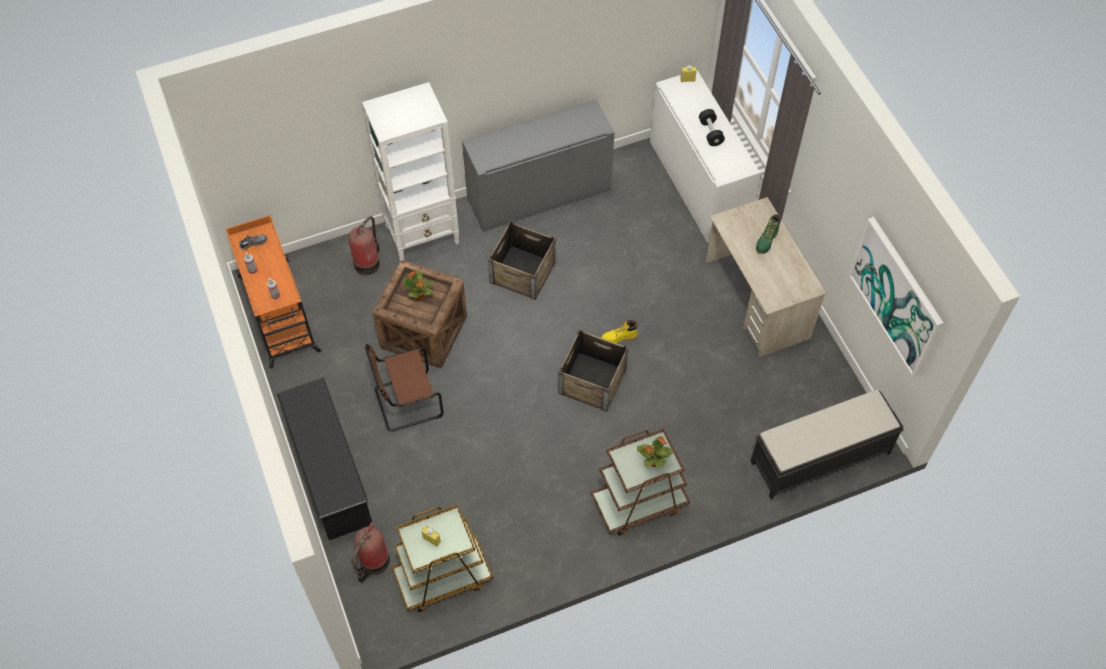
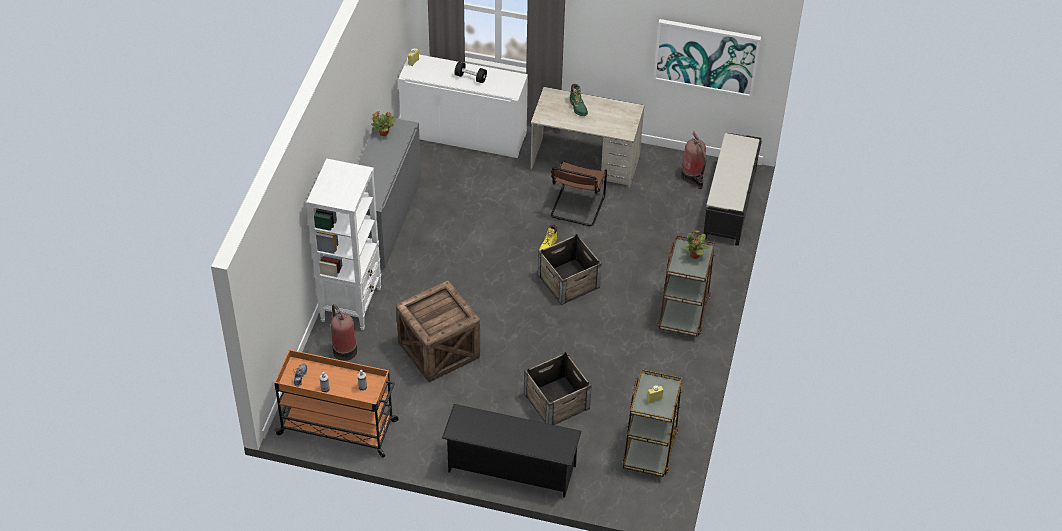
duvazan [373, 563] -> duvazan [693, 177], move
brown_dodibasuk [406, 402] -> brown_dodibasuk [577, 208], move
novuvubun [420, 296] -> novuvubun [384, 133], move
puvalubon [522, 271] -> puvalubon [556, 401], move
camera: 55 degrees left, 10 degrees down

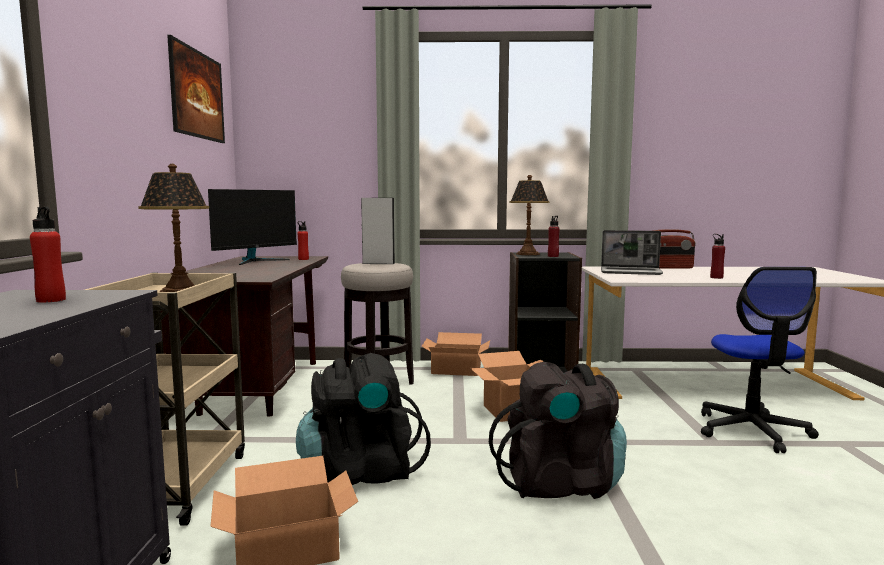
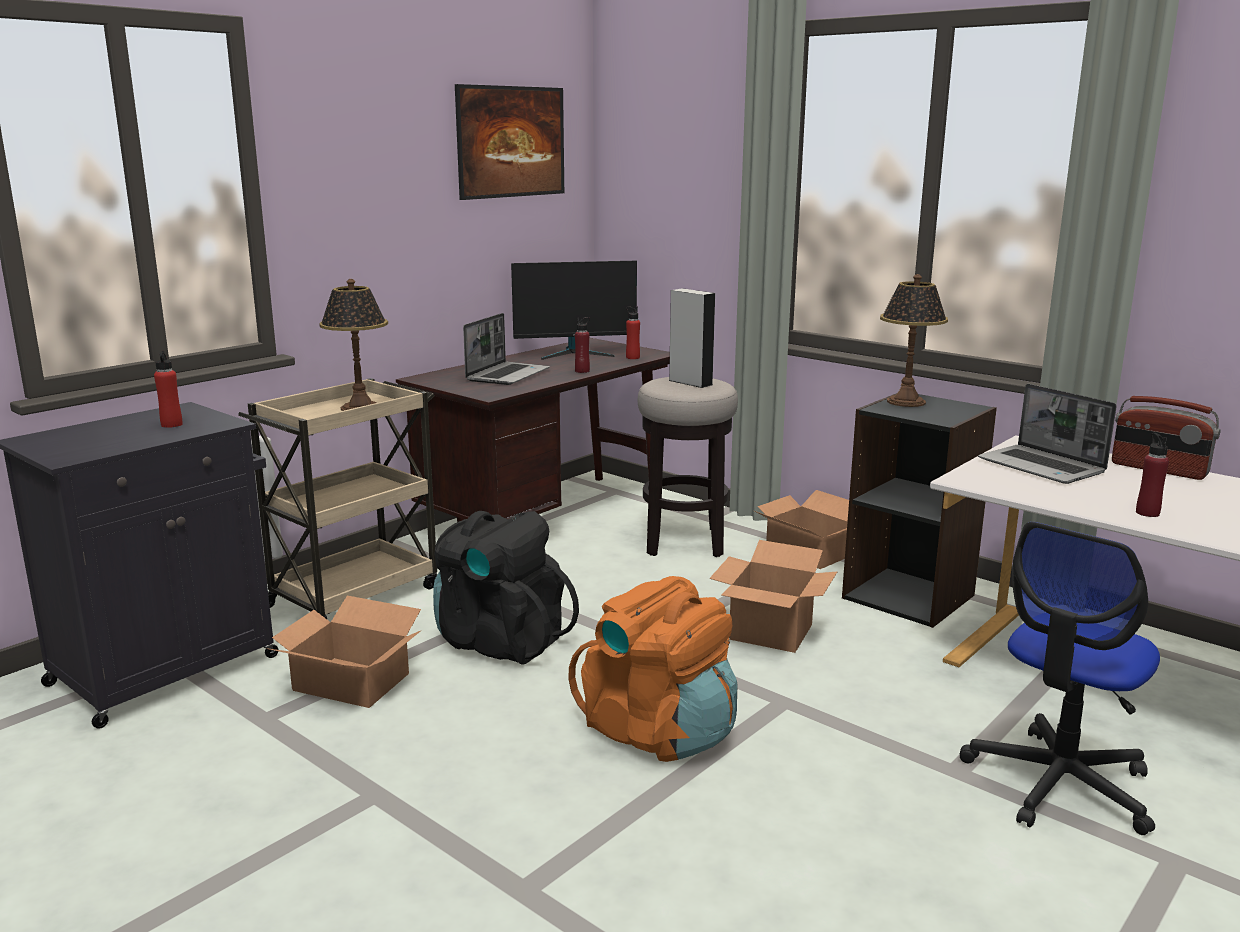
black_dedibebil [560, 483] -> orange_dedibebil [658, 731]
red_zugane [553, 256] -> red_zugane [582, 371], move
none -> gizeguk [507, 375]
camera: 40 degrees right, 10 degrees up

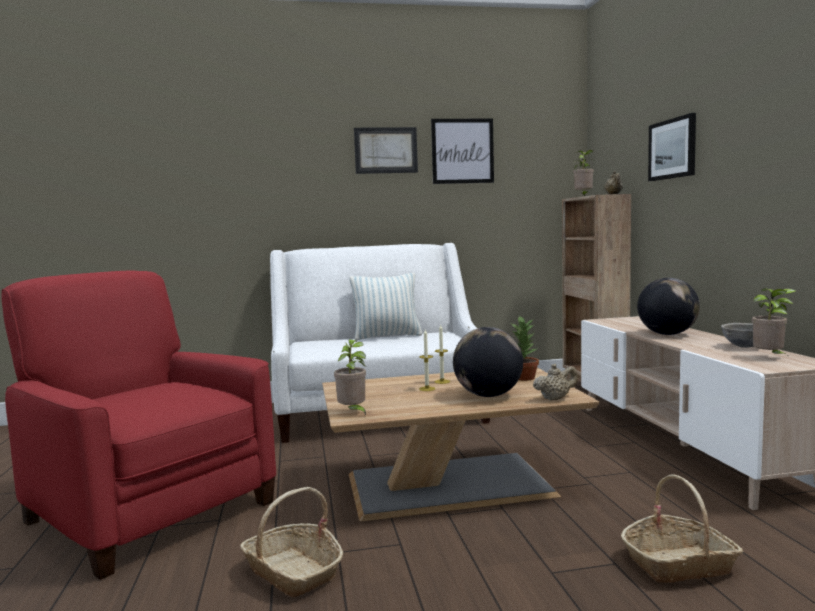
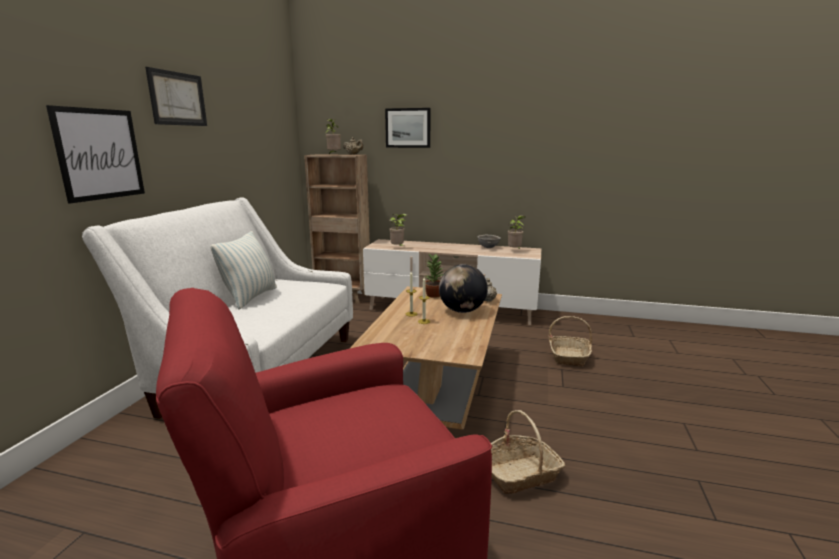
novuvubun [353, 412] -> novuvubun [398, 248], move
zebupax [462, 151] -> zebupax [100, 154], move
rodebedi [667, 334] -> none
camera: 65 degrees left, 10 degrees up

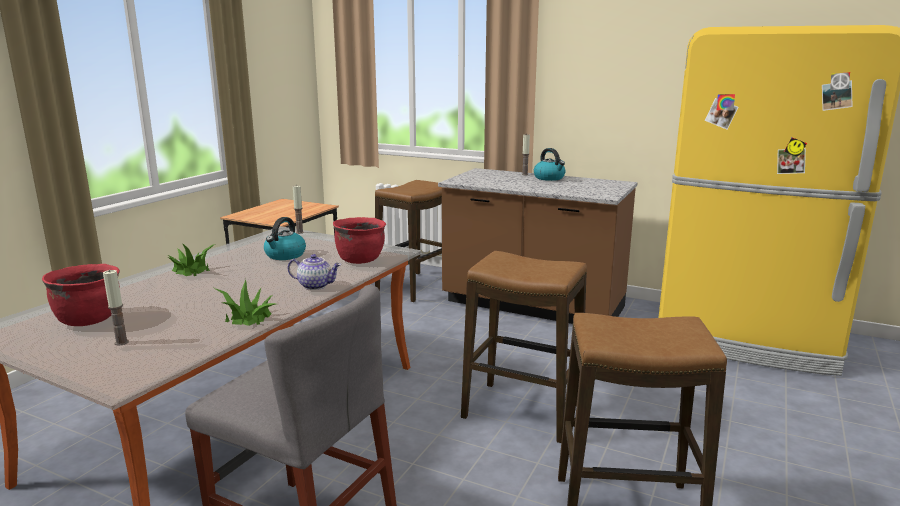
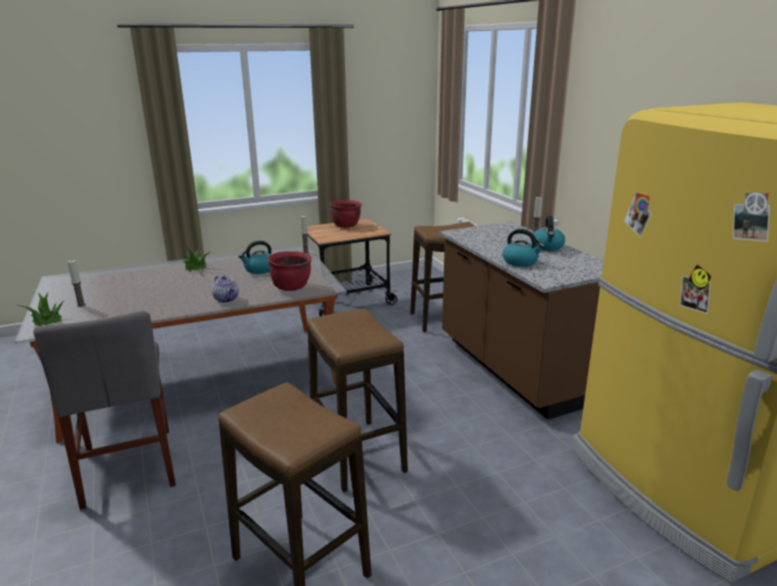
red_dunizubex [89, 319] -> red_dunizubex [346, 225], move
novuvubun [247, 317] -> novuvubun [47, 319], move
none -> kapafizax [521, 262]
camera: 40 degrees right, 5 degrees up

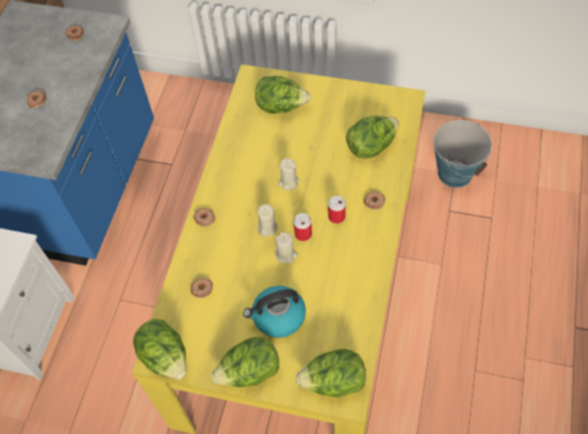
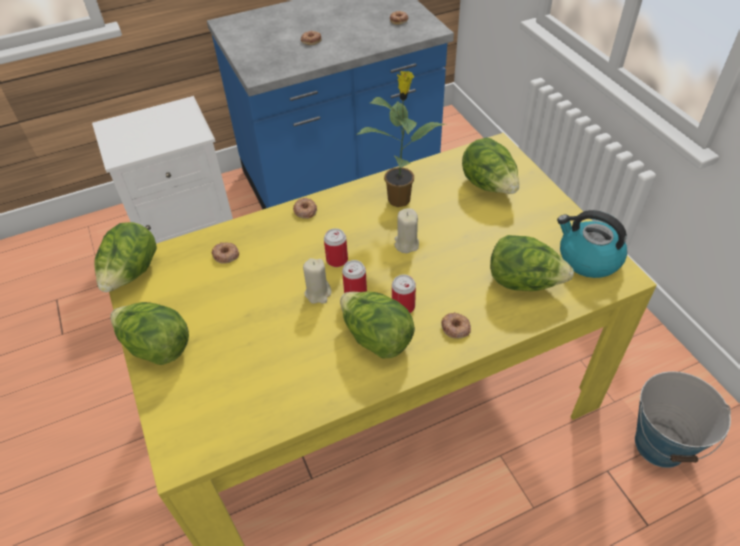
kapafizax [278, 317] -> kapafizax [588, 258], move
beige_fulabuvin [267, 227] -> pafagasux [337, 260]
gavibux [333, 382] -> gavibux [376, 338], move
none -> novuvubun [400, 198]
camera: 50 degrees right, 10 degrees down

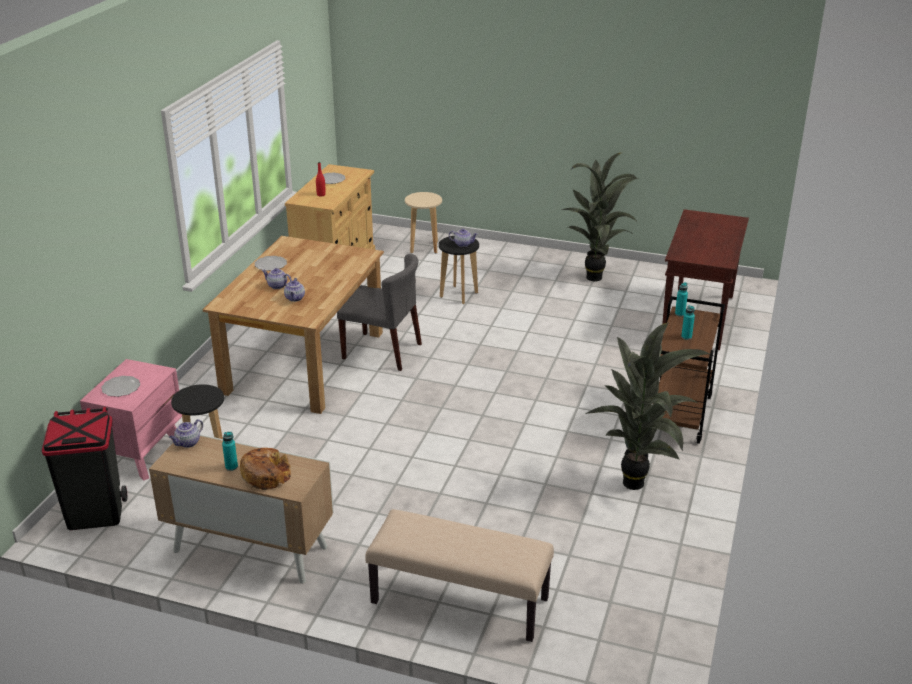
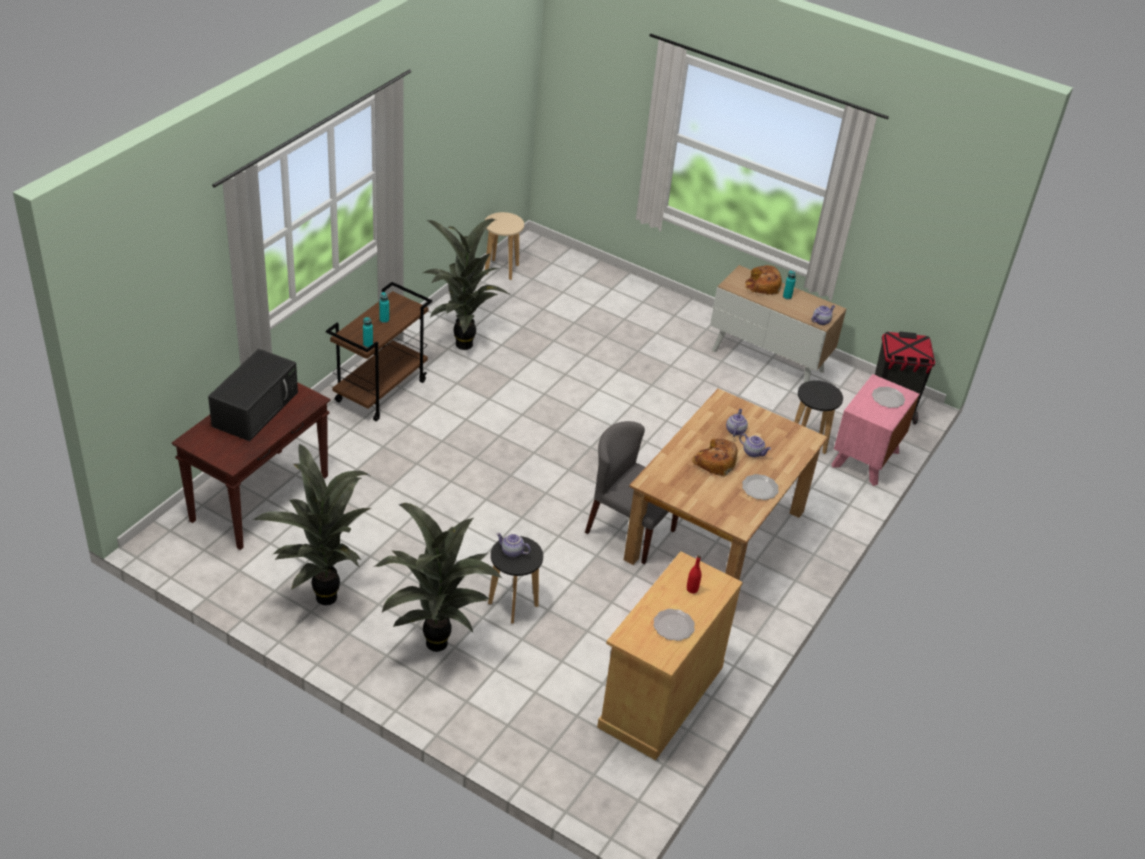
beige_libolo [458, 601] -> none
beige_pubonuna [424, 247] -> beige_pubonuna [501, 270], move
none -> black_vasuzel [256, 408]
none -> novuvubun [435, 647]
none -> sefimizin [714, 462]
camera: 170 degrees left, 10 degrees up

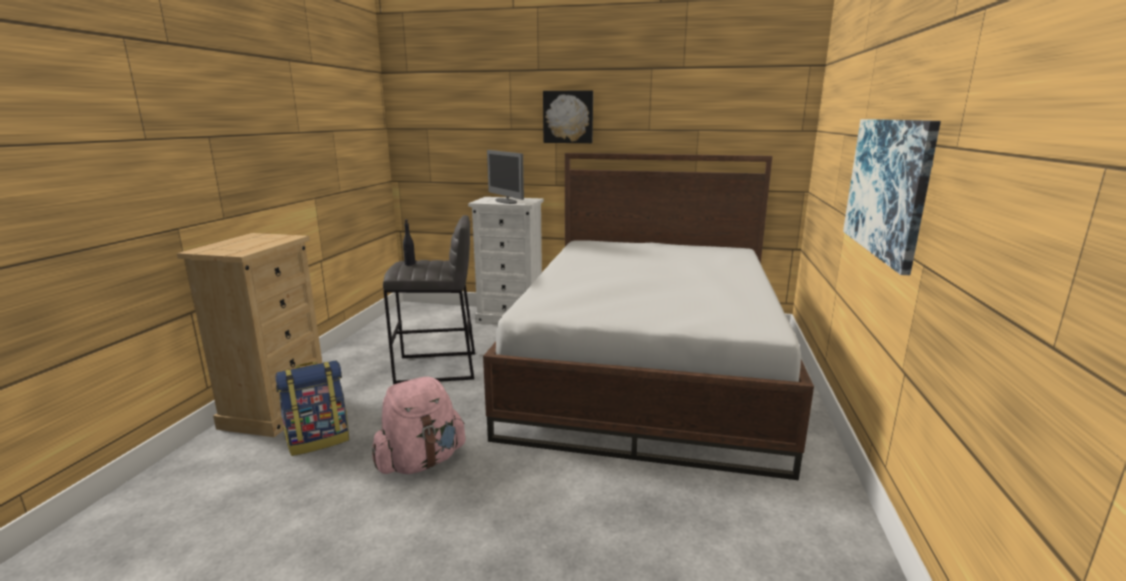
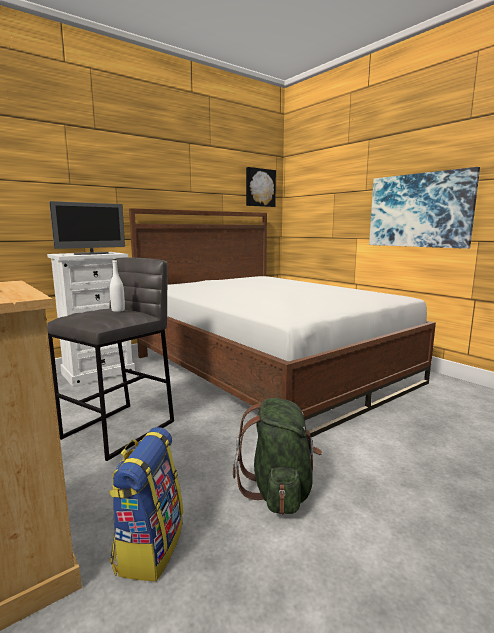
pink_dedibebil [421, 461] -> green_dedibebil [279, 491]
black_zugane [409, 264] -> none
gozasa [506, 201] -> gozasa [91, 254], 45 degrees counterclockwise
zebupax [568, 117] -> zebupax [260, 187], move
none -> white_zugane [118, 310]
camera: 50 degrees left, 5 degrees down

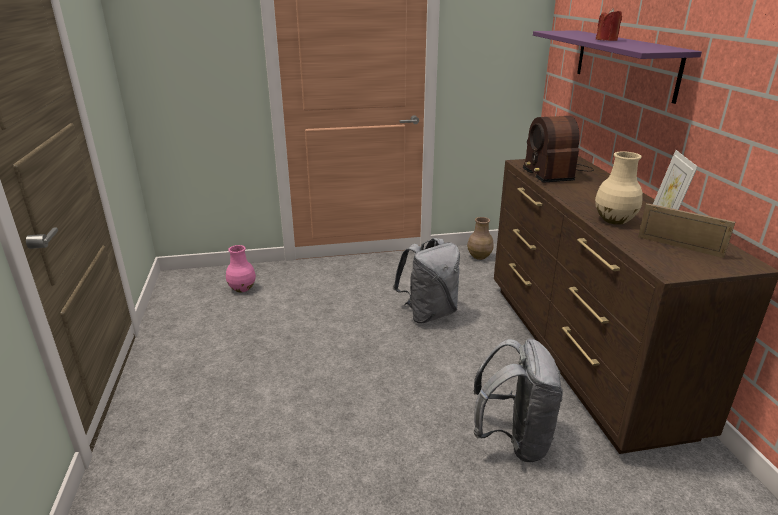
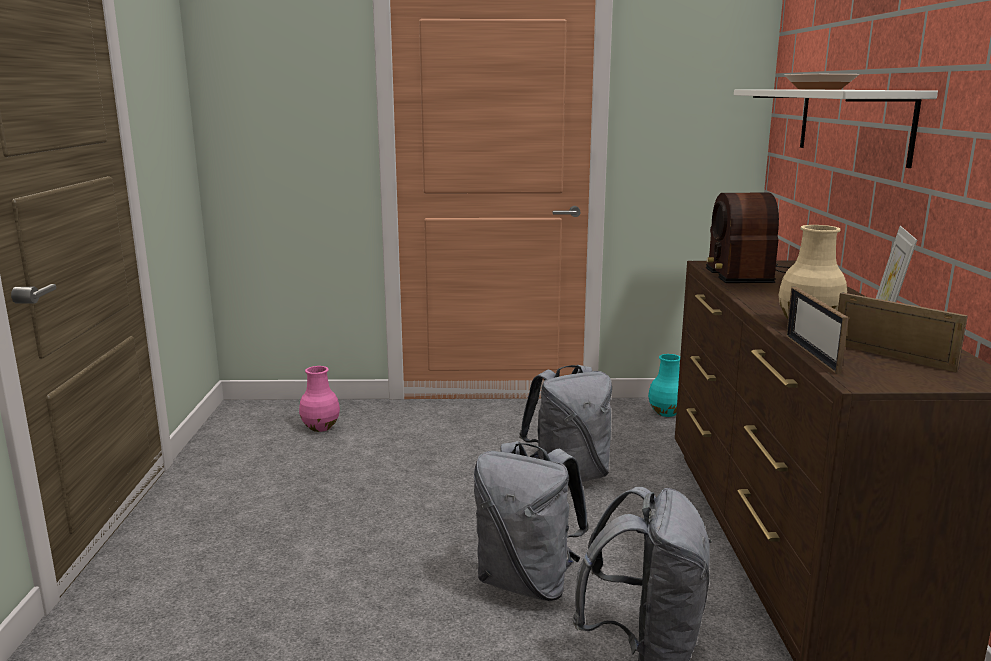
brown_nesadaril [479, 256] -> turquoise_nesadaril [667, 413]
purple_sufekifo [624, 63] -> white_sufekifo [852, 123]
red_fulabuvin [606, 40] -> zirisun [819, 89]
none -> grey_dedibebil [527, 582]
none -> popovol [811, 353]
camera: 10 degrees right, 10 degrees down

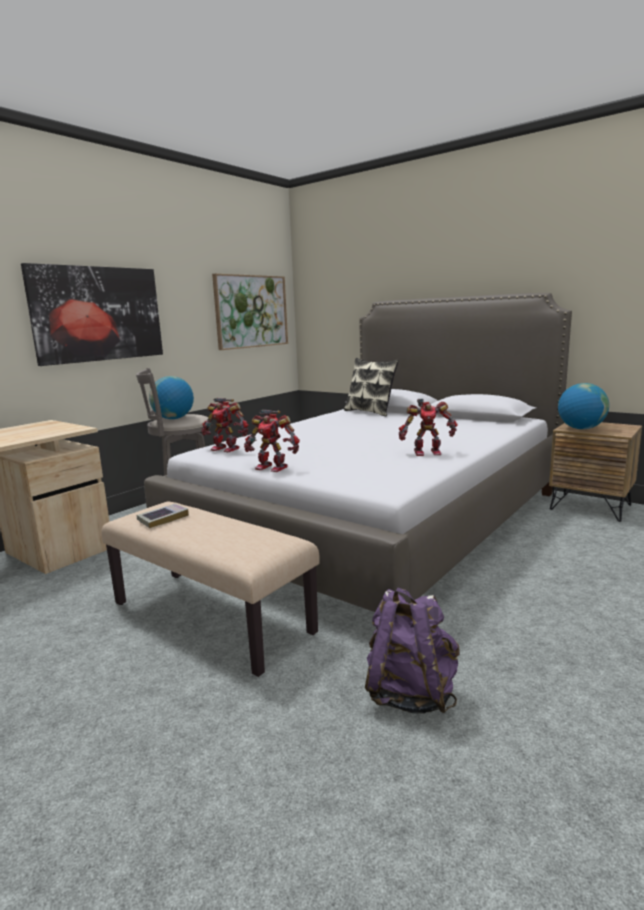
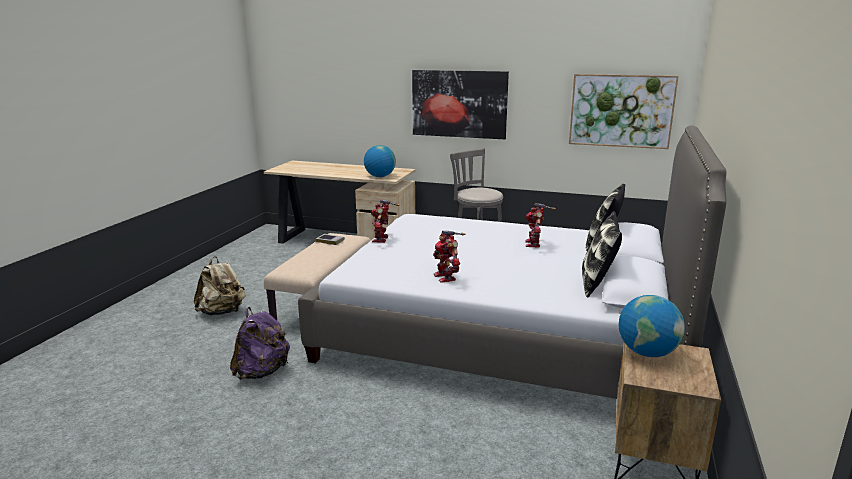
rodebedi [173, 418] -> rodebedi [380, 176], move
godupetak [226, 448] -> godupetak [534, 244], move
none -> beige_dedibebil [222, 312]
none -> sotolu [597, 283]
camera: 70 degrees right, 5 degrees up

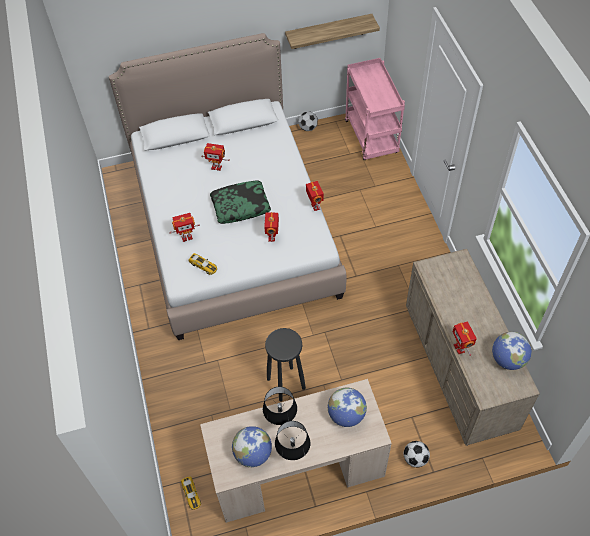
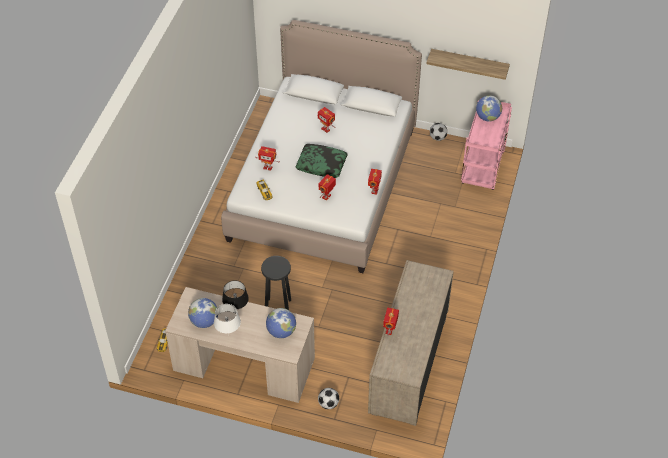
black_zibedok [293, 455] -> white_zibedok [228, 335]
rodebedi [508, 359] -> rodebedi [487, 117], move
camera: 30 degrees right, 5 degrees down

